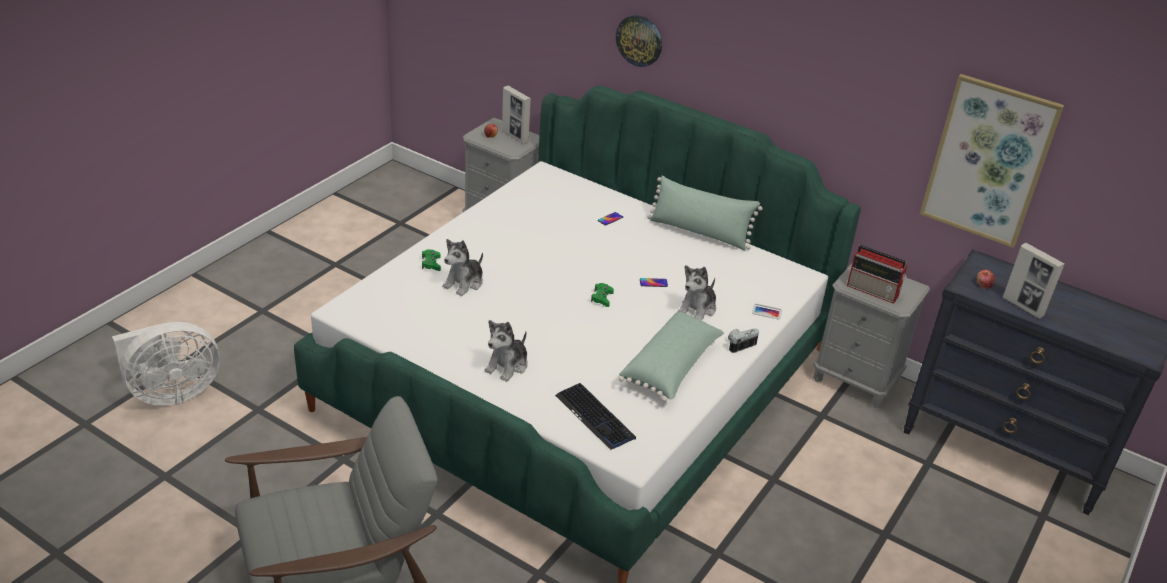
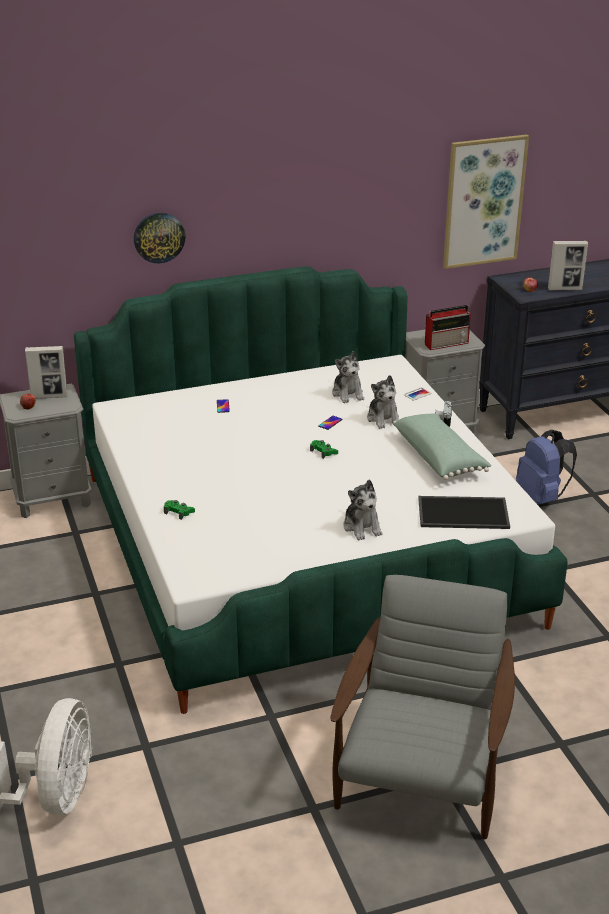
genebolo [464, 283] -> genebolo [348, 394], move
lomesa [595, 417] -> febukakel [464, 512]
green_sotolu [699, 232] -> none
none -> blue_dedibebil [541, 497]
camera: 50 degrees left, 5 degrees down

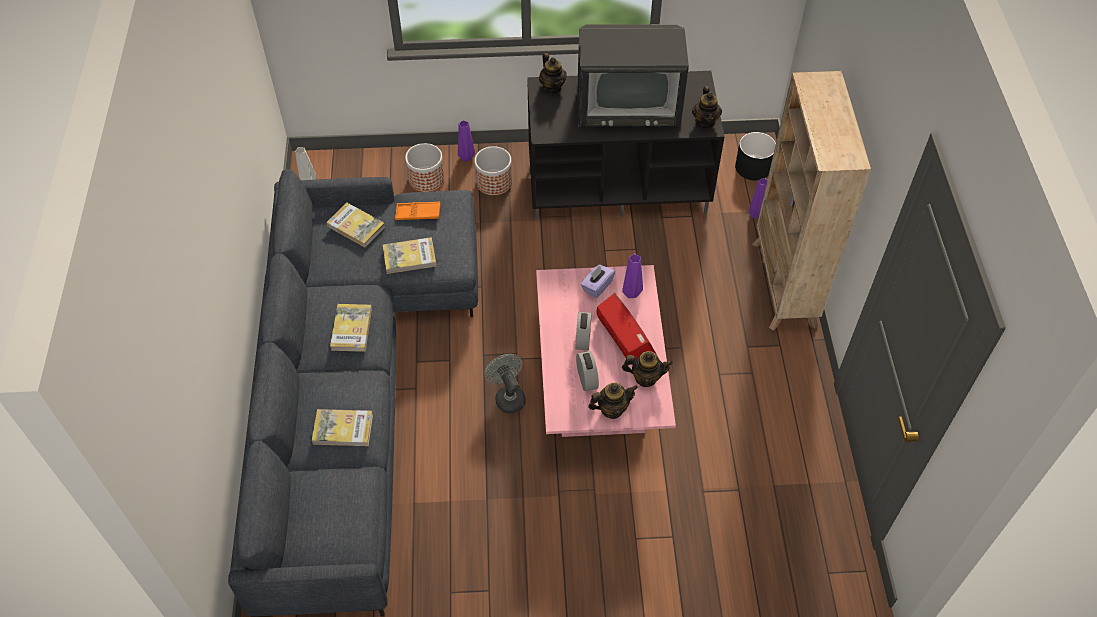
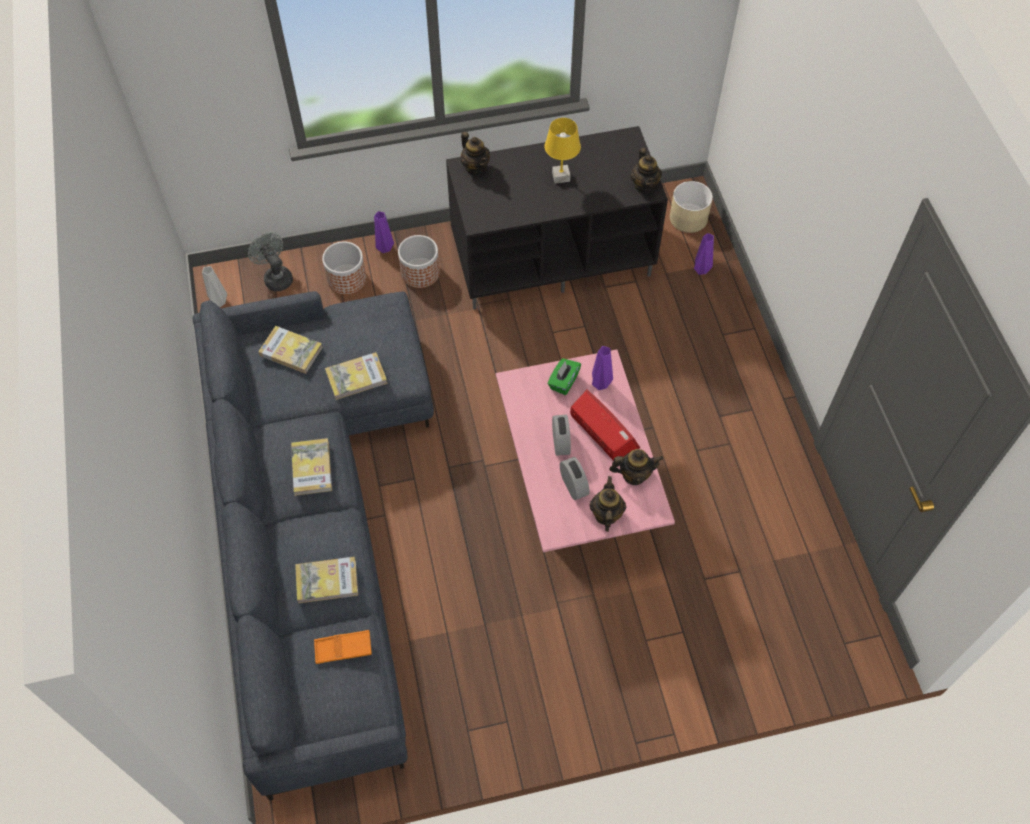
orange_febukakel [418, 213] -> orange_febukakel [343, 648], move
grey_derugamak [508, 396] -> grey_derugamak [276, 277], move
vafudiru [629, 105] -> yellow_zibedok [561, 177]
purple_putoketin [597, 286] -> green_putoketin [563, 382]
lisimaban [612, 409] -> lisimaban [606, 514], 60 degrees counterclockwise
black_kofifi [753, 167] -> beige_kofifi [688, 218]
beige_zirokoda [783, 284] -> none
camera: 10 degrees left, 5 degrees up

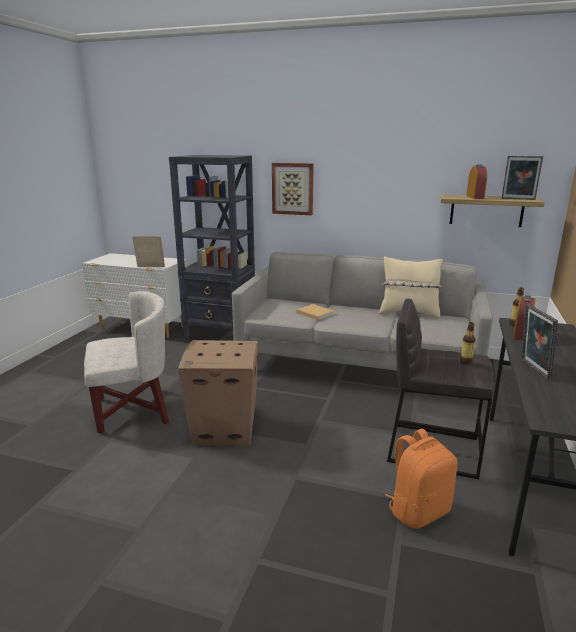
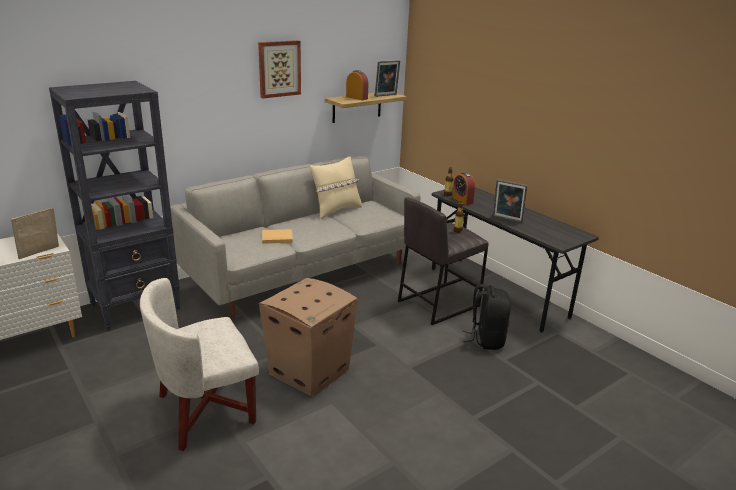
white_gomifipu [133, 410] -> white_gomifipu [205, 410], 135 degrees counterclockwise
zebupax [293, 188] -> zebupax [279, 68], move
orange_dedibebil [418, 511] -> black_dedibebil [486, 339]
camera: 55 degrees left, 5 degrees up

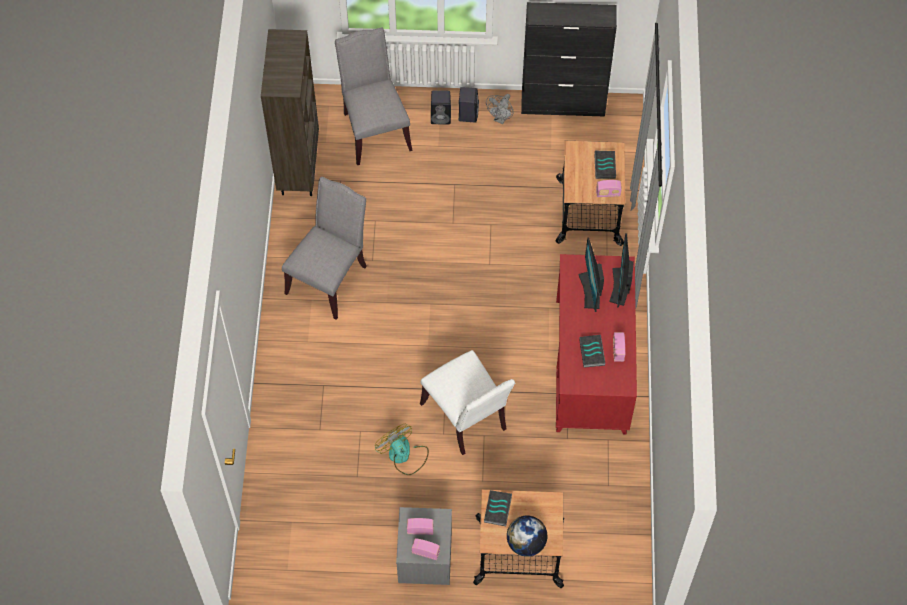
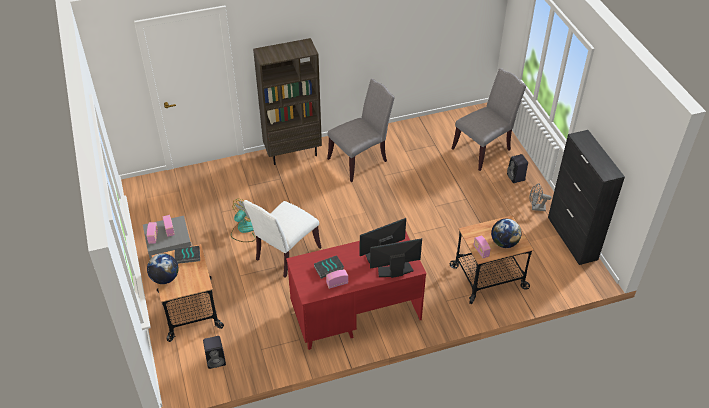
brown_zirokoda [298, 168] -> brown_zirokoda [293, 153], move
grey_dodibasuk [330, 278] -> grey_dodibasuk [360, 160], 45 degrees counterclockwise
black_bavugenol [468, 113] -> black_bavugenol [216, 360], move
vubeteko [604, 166] -> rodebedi [504, 243]
camera: 70 degrees right, 15 degrees down

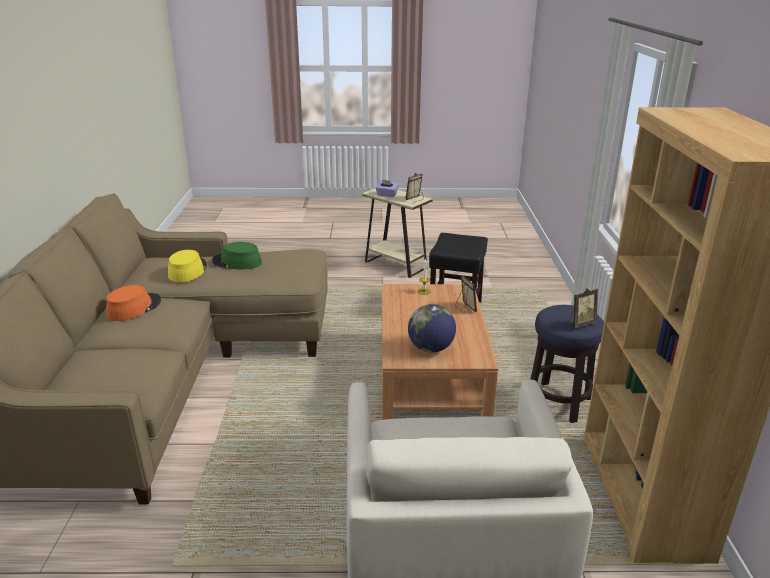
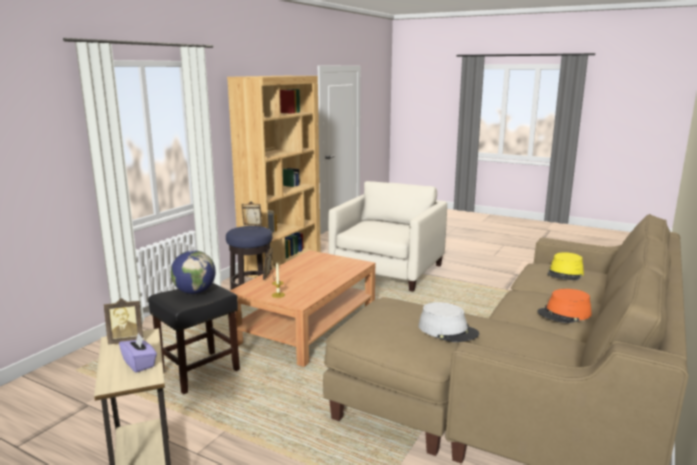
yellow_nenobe [187, 270] -> yellow_nenobe [565, 273], move
green_nenobe [237, 262] -> grey_nenobe [448, 330]
rodebedi [431, 349] -> rodebedi [195, 292], move
camera: 150 degrees left, 10 degrees down

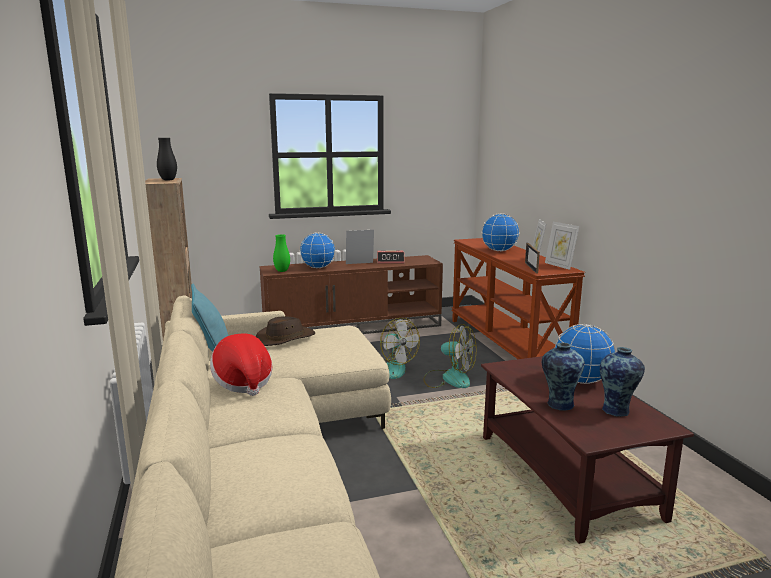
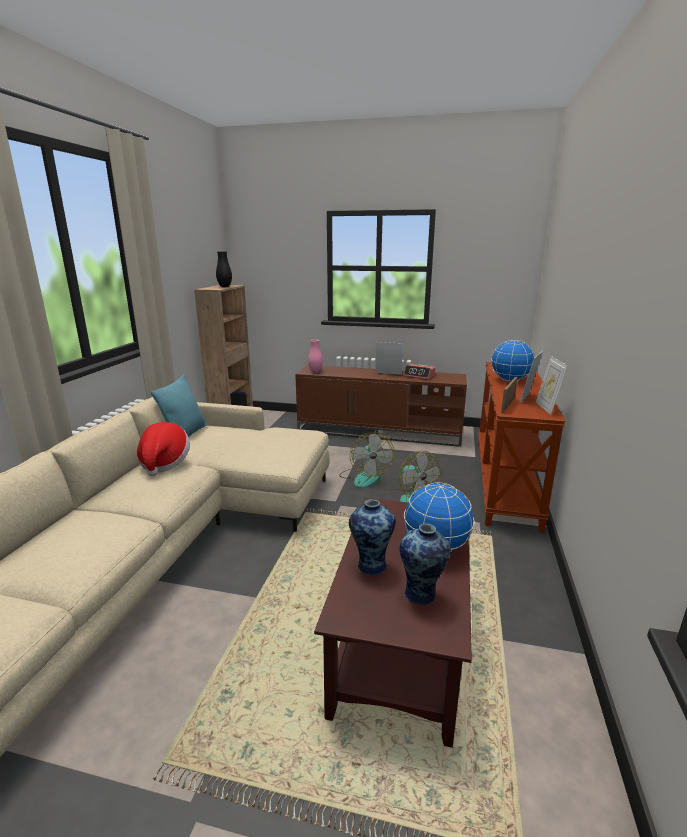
brown_nenobe [285, 338] -> none
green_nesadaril [282, 271] -> pink_nesadaril [315, 372]
rodebedi [318, 268] -> none
camera: 30 degrees right, 5 degrees up

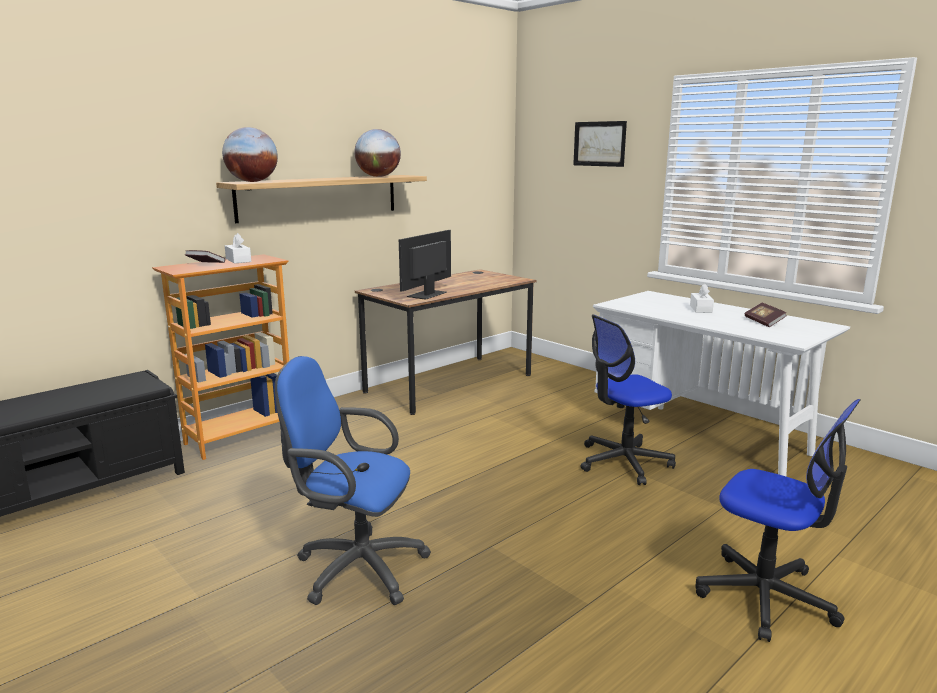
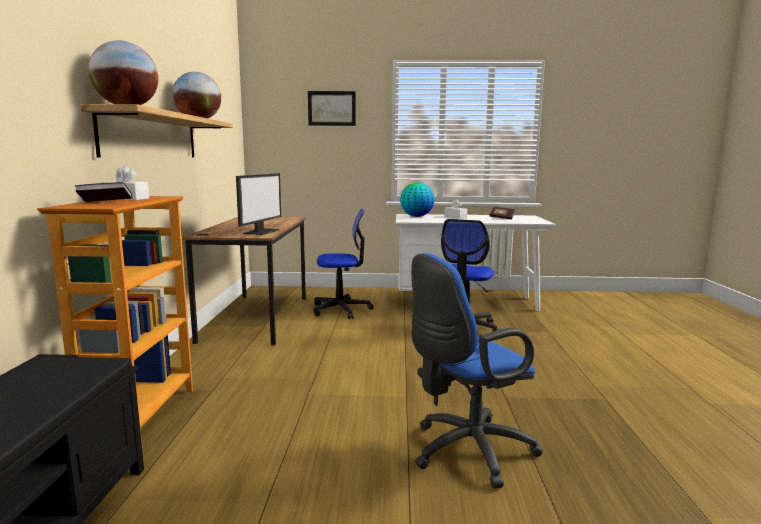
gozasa [427, 294] -> gozasa [261, 231], 150 degrees counterclockwise
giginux [765, 596] -> giginux [341, 309], move
none -> rodebedi [416, 216]
camera: 45 degrees left, 5 degrees down

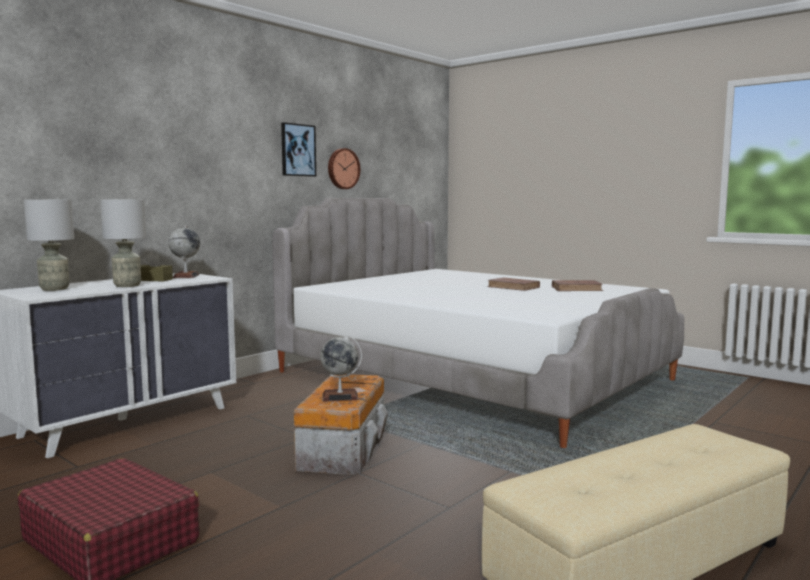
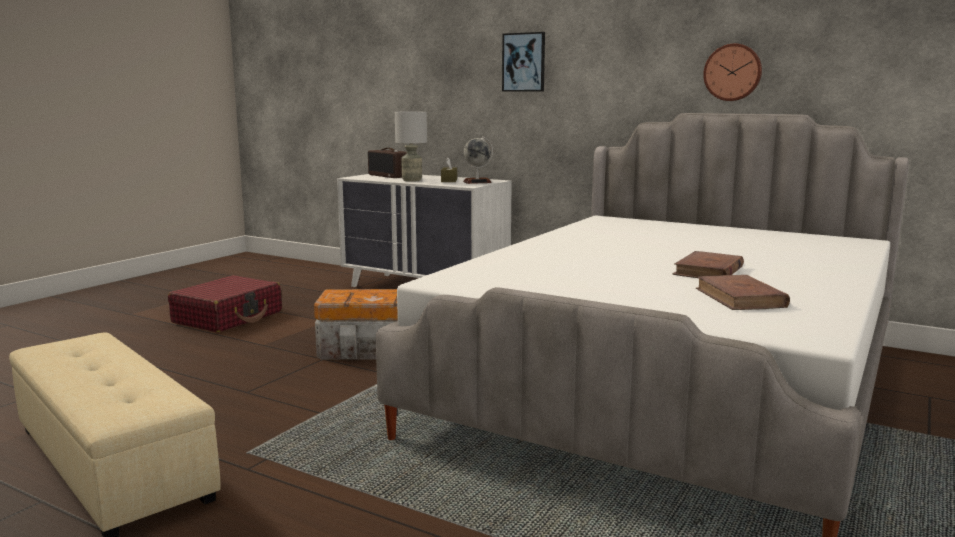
grey_zibedok [55, 289] -> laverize [390, 176]
zebupax [297, 150] -> zebupax [524, 62], move
rodebedi [340, 397] -> none
camera: 80 degrees right, 5 degrees up

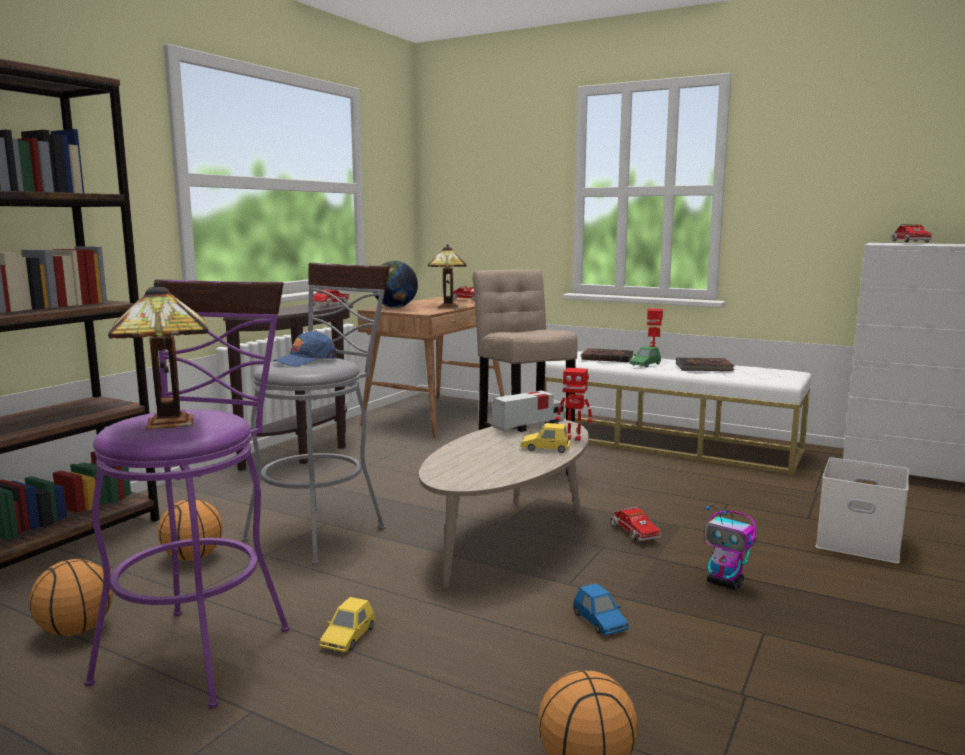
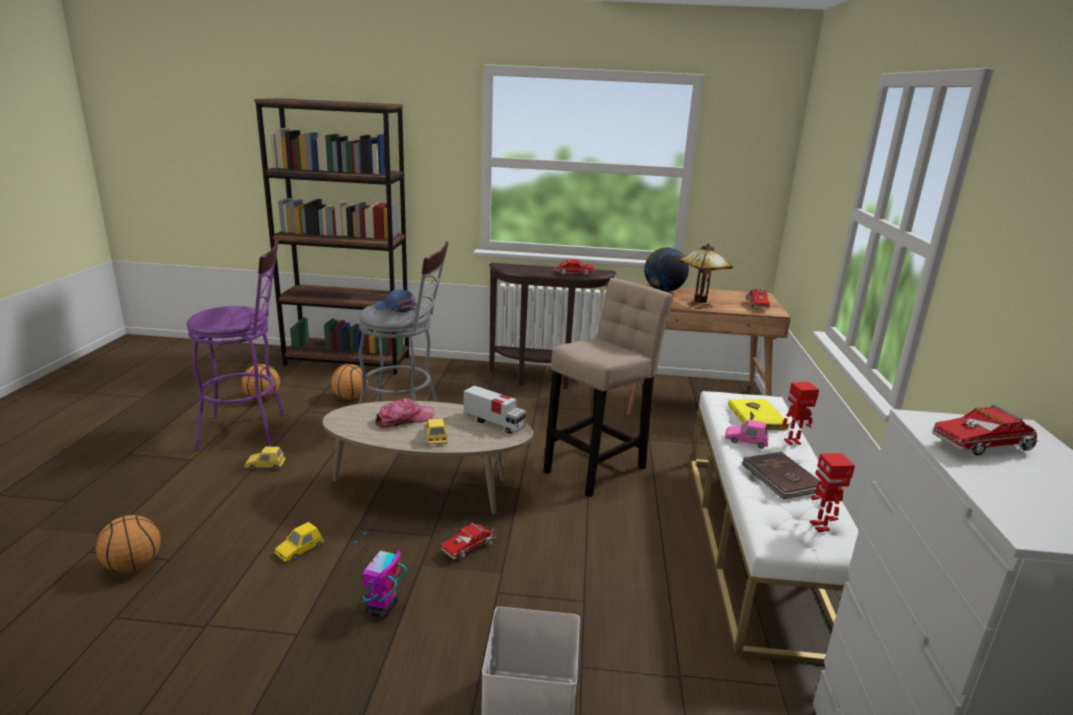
zibedok [166, 424] -> none
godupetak [573, 438] -> godupetak [820, 526], move
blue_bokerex [599, 622] -> yellow_bokerex [300, 550]
brown_vubeteko [607, 357] -> yellow_vubeteko [757, 417]
green_bokerex [645, 365] -> pink_bokerex [745, 441]
none -> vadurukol [404, 419]
camera: 65 degrees right, 10 degrees up

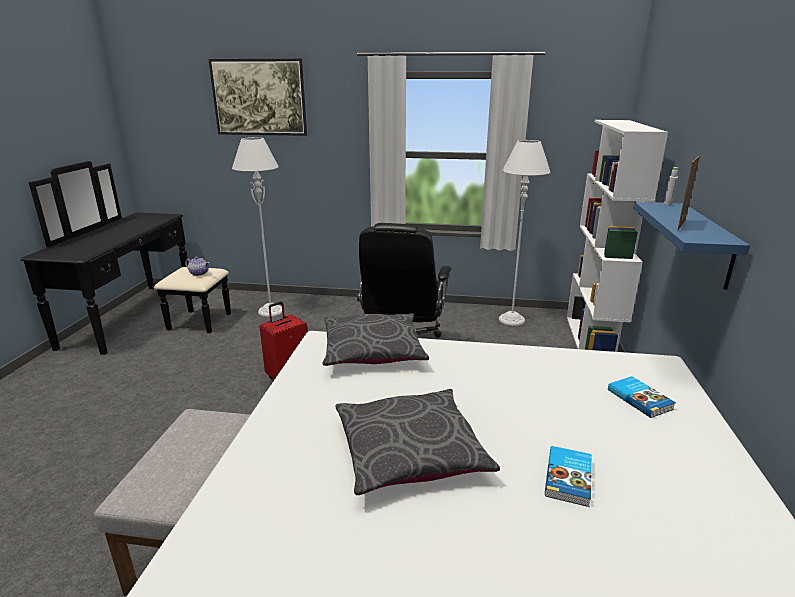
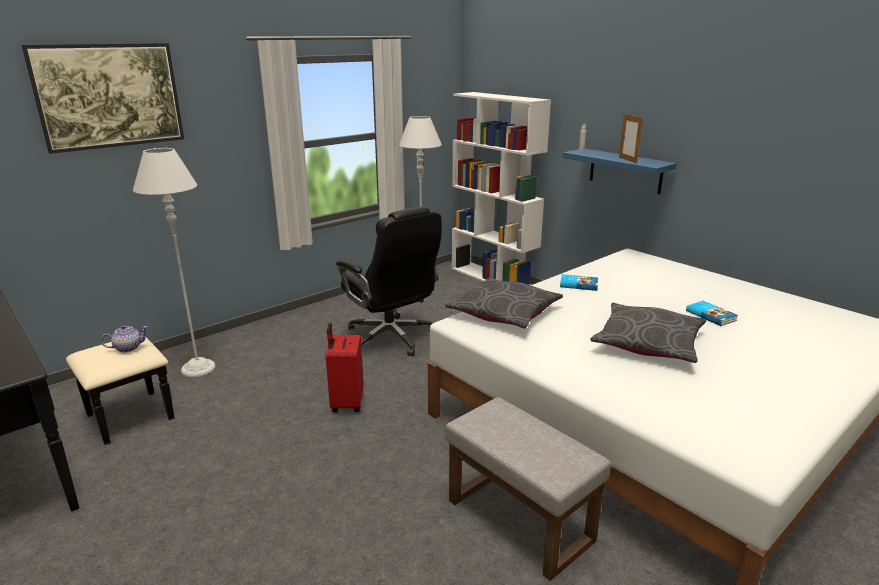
vubeteko [640, 399] -> vubeteko [578, 284], move
camera: 50 degrees left, 0 degrees up

